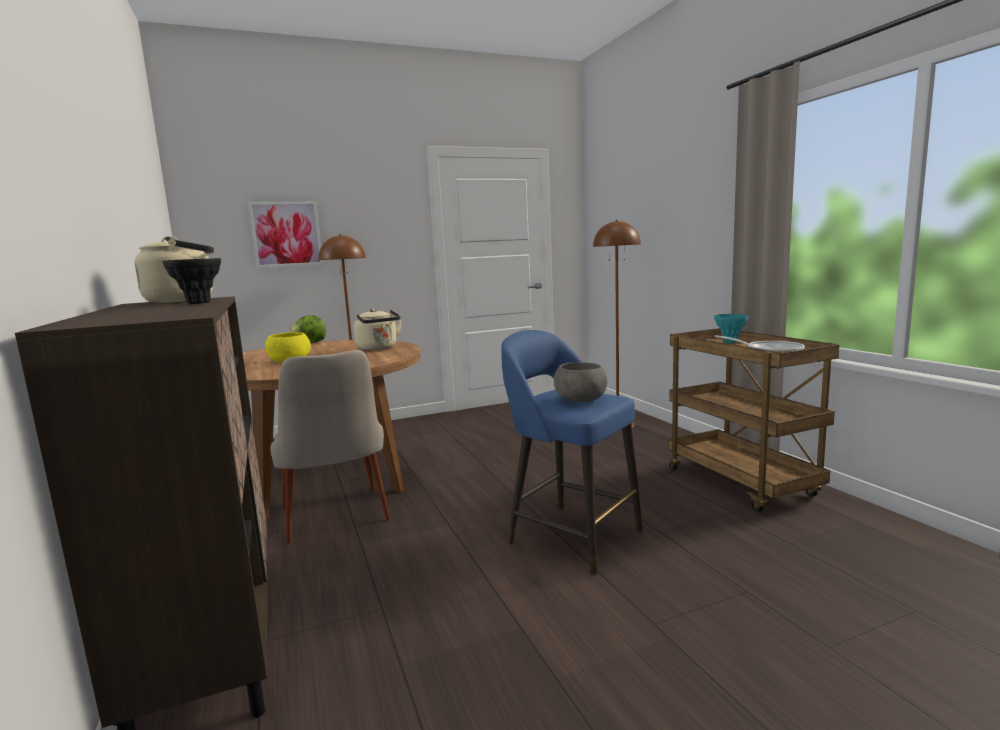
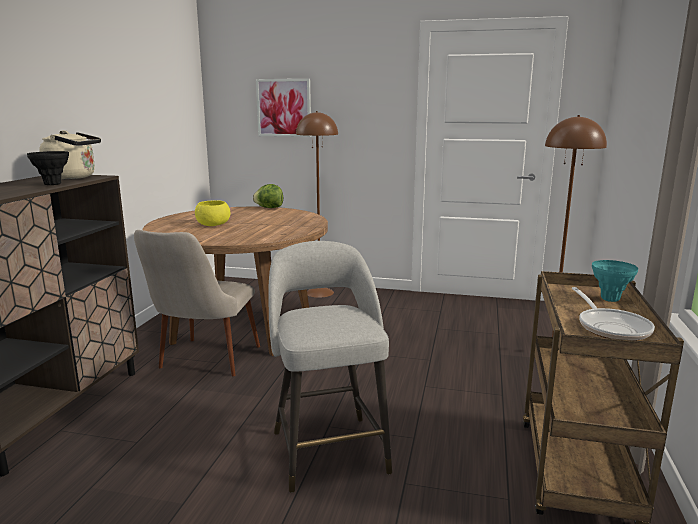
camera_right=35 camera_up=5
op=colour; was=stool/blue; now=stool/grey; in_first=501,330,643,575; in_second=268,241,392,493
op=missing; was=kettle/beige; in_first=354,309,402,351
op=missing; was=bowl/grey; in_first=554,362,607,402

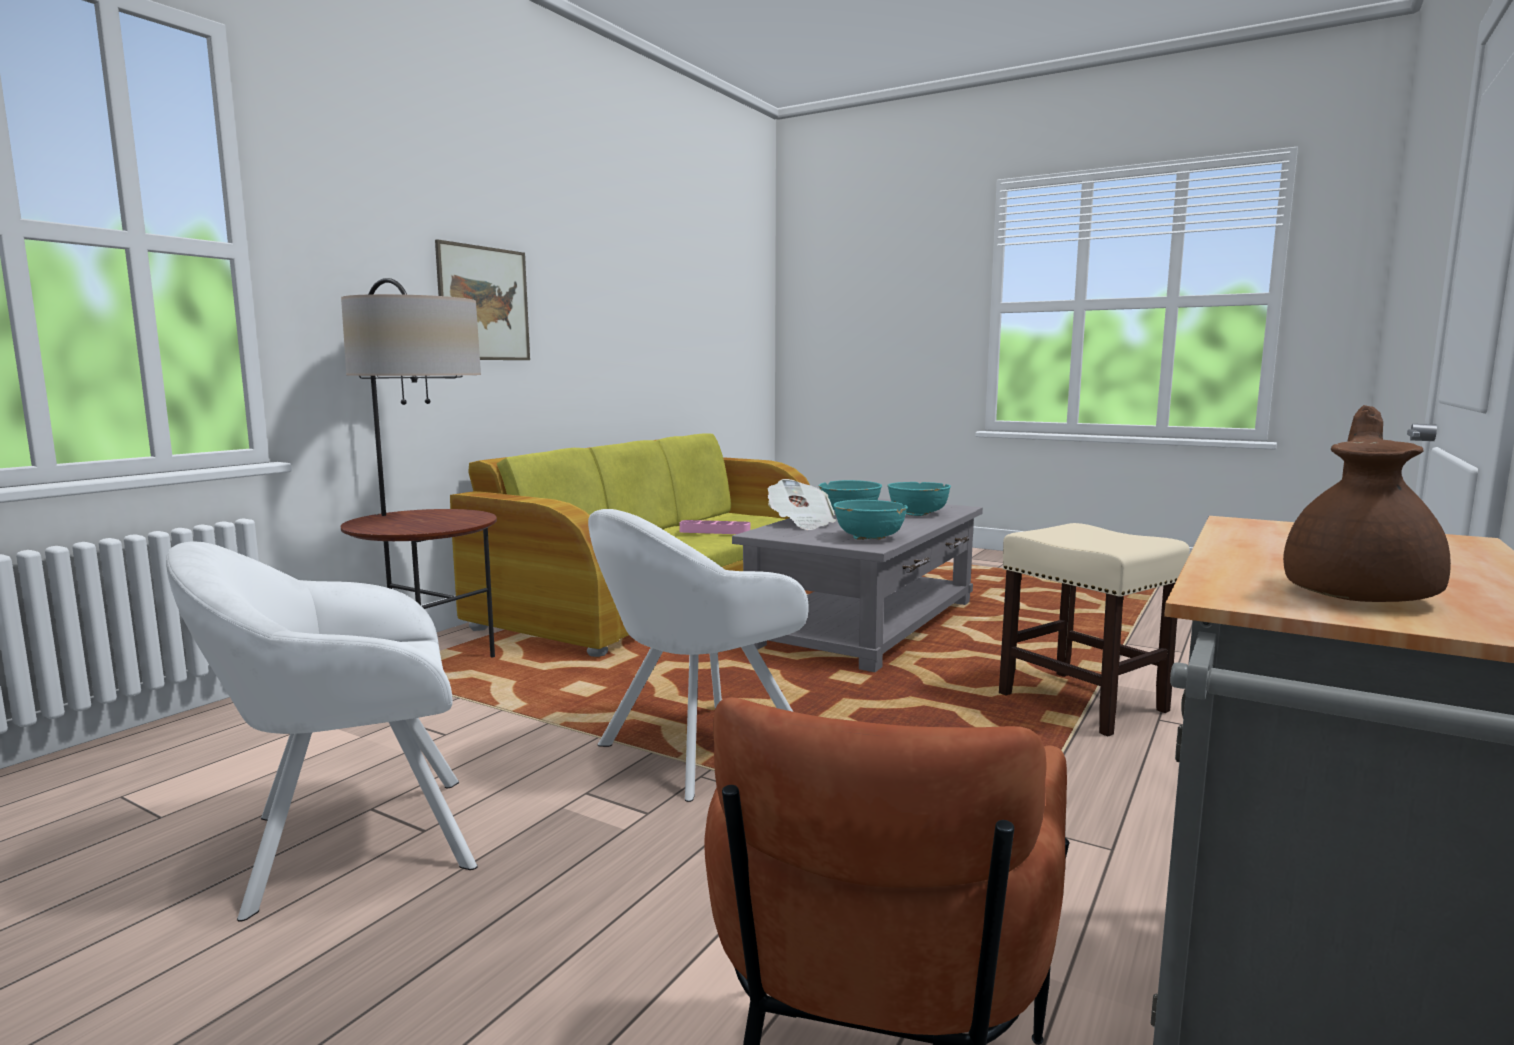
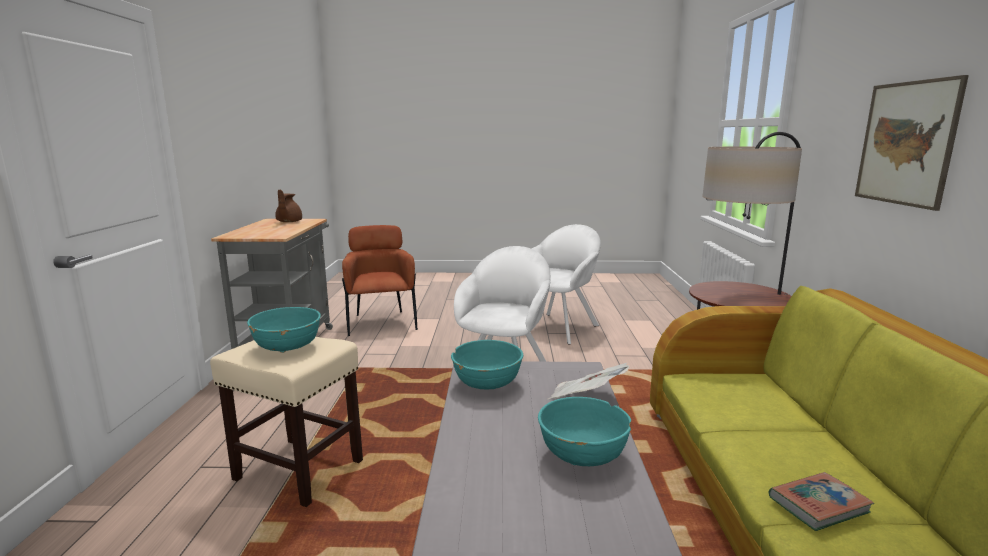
camera_right=150 camera_up=5
op=relocated; was=bowl/turquoise; in_first=887,482,951,516; in_second=247,307,321,353
op=exchanged; was=tray/pink; now=book; in_first=679,520,751,534; in_second=768,472,874,531

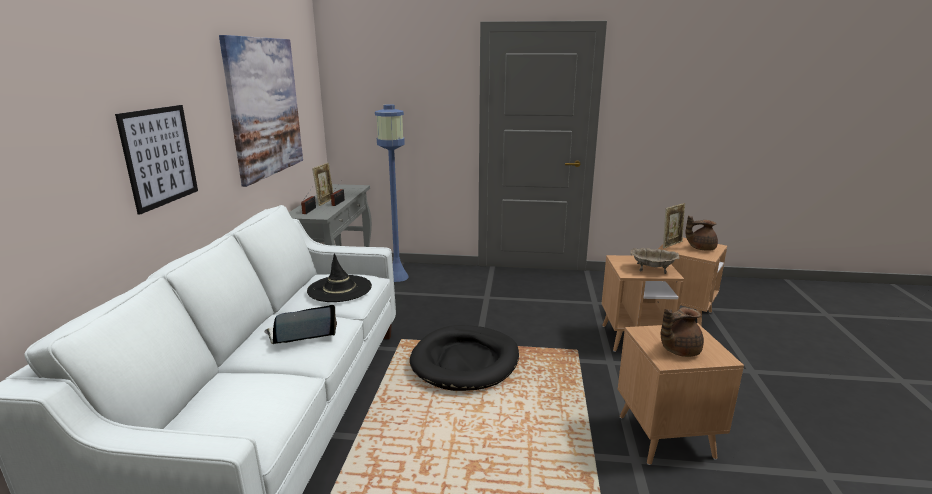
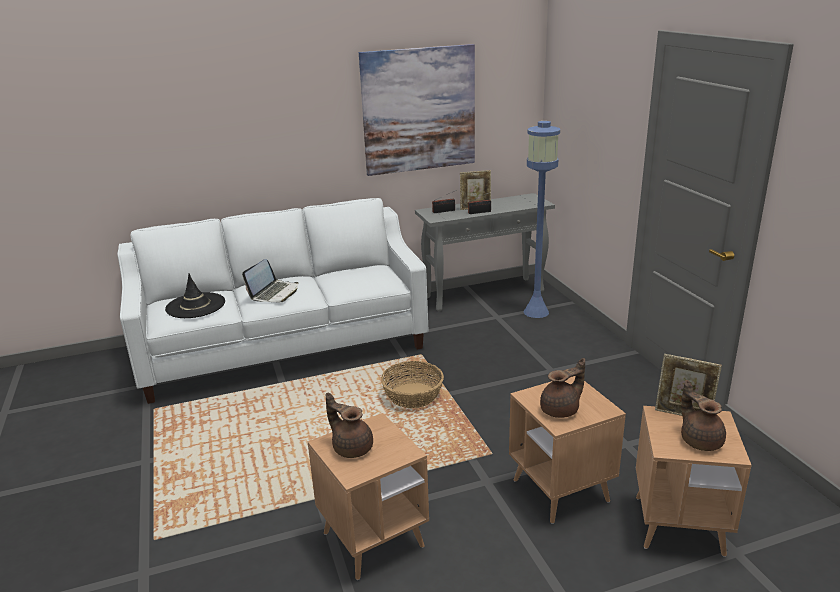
camera_right=65 camera_up=5
op=relocated; was=hat/black; in_first=307,253,372,302; in_second=165,274,225,318
op=spun; was=laptop; in_first=264,305,337,344; in_second=242,259,299,302; clockwise=75
op=exchanged; was=dog bed/black; now=basket; in_first=410,325,519,391; in_second=381,361,444,408
op=exchanged; was=bowl/beige; now=teapot/brown; in_first=630,248,679,274; in_second=540,358,585,418
op=missing; was=picture; in_first=115,105,198,215

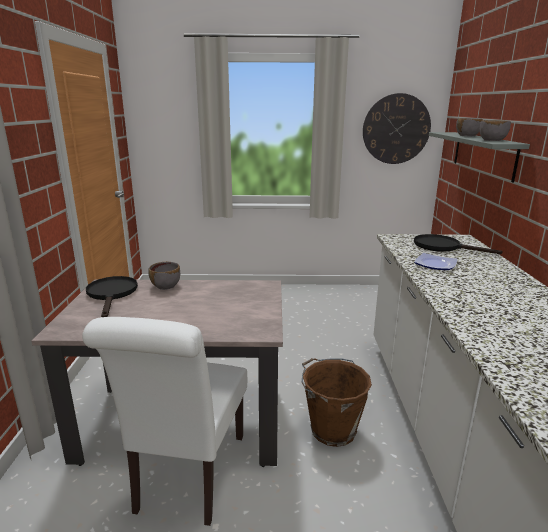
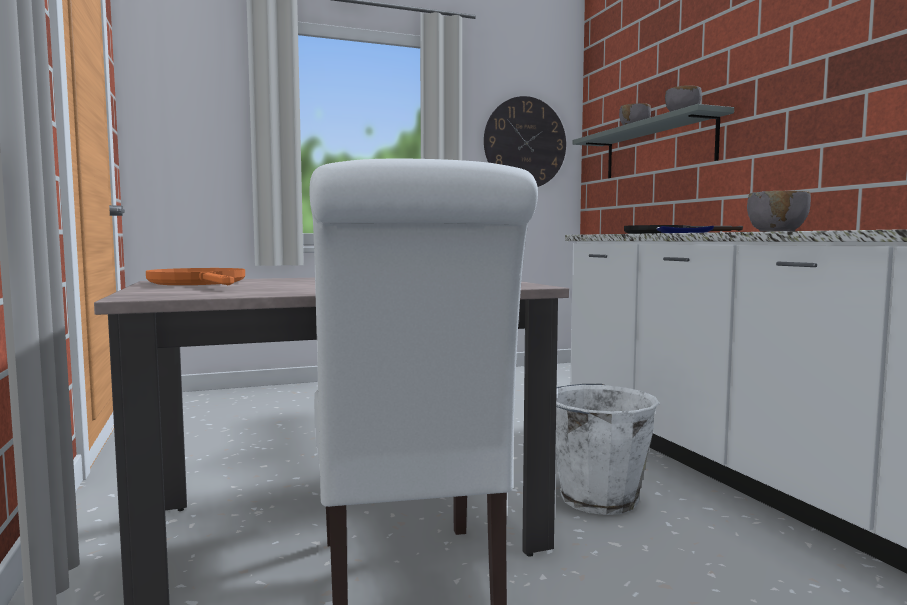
camera_right=-20 camera_up=-15
op=colour; was=frying pan/black; now=frying pan/orange; in_first=86,276,138,317; in_second=146,268,245,285
op=colour; was=bucket/brown; now=bucket/white; in_first=302,358,372,447; in_second=555,384,660,515
op=relocated; was=bowl/grey; in_first=148,262,180,290; in_second=747,191,811,231

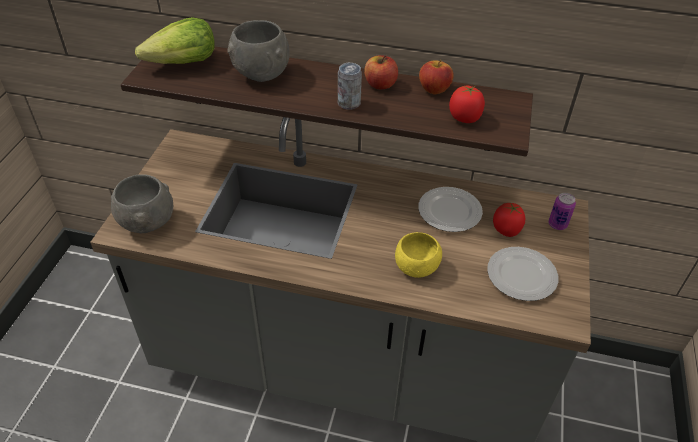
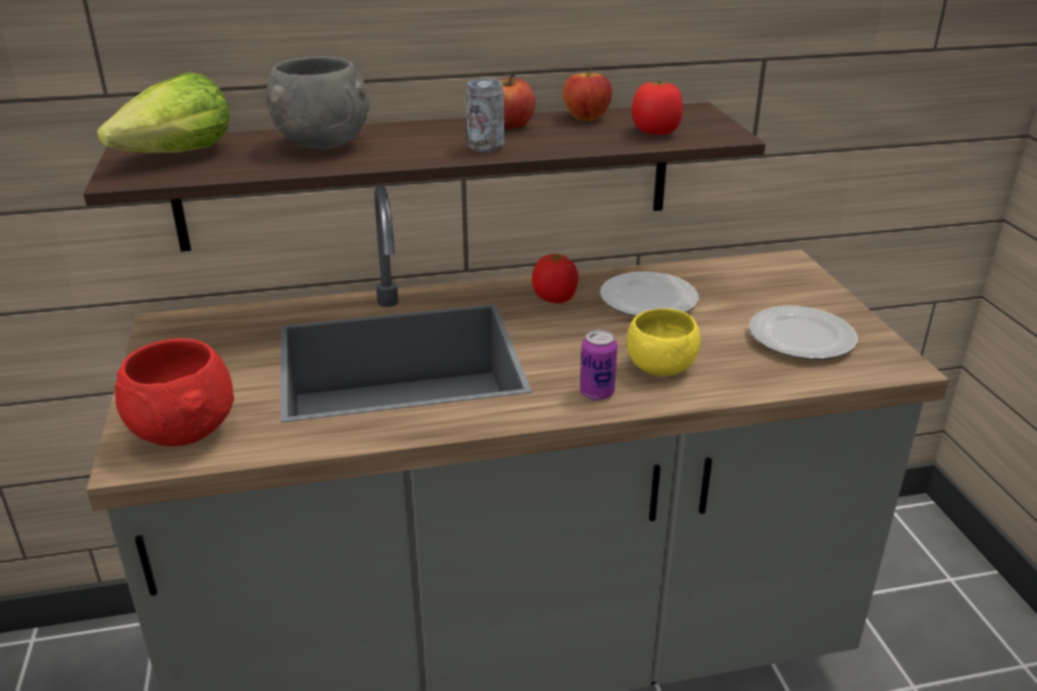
camera_right=-25 camera_up=-15
op=colour; was=bowl/grey; now=bowl/red; in_first=111,174,173,233; in_second=115,338,234,446
op=relocated; was=tomato; in_first=493,203,525,237; in_second=532,254,579,303
op=relocated; was=can; in_first=548,193,576,230; in_second=580,330,617,400

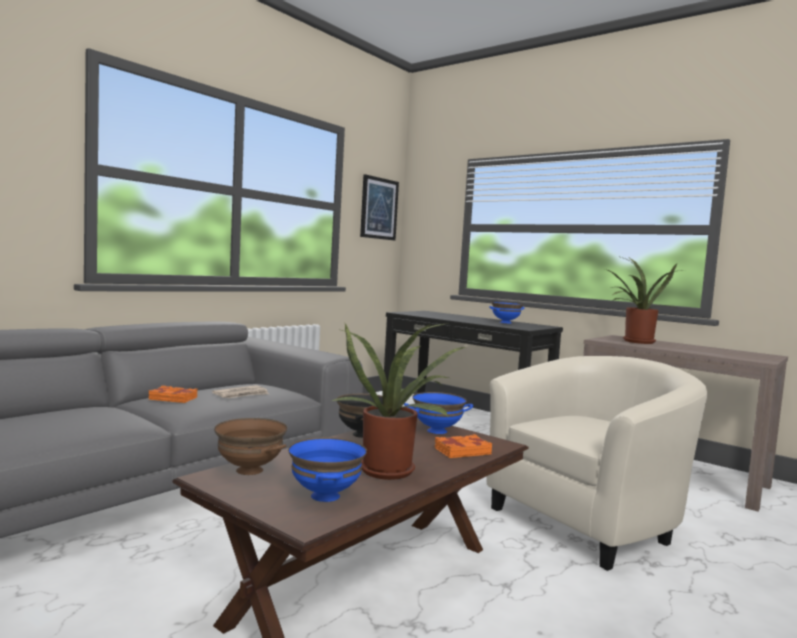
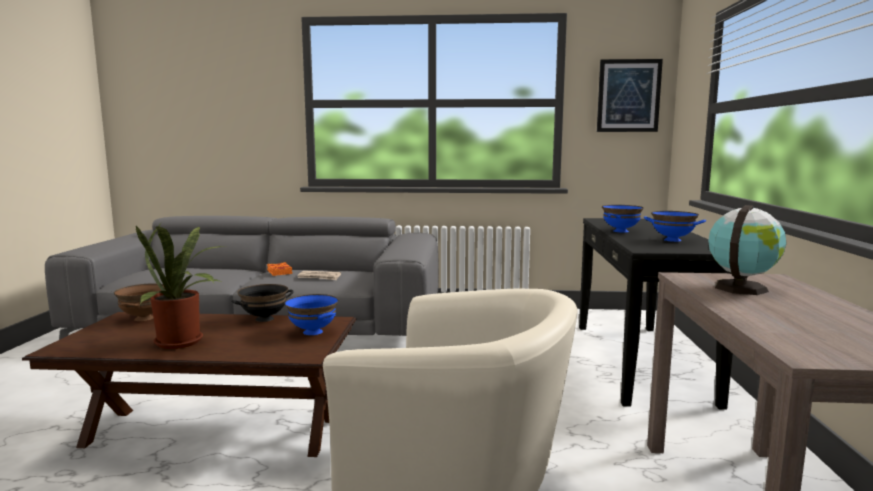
camera_right=55 camera_up=5
op=relocated; was=bowl/blue; in_first=288,437,367,502; in_second=602,205,644,233
op=exchanged; was=potted plant; now=globe; in_first=605,257,683,344; in_second=708,205,787,295
op=missing; was=book/orange; in_first=435,434,492,458

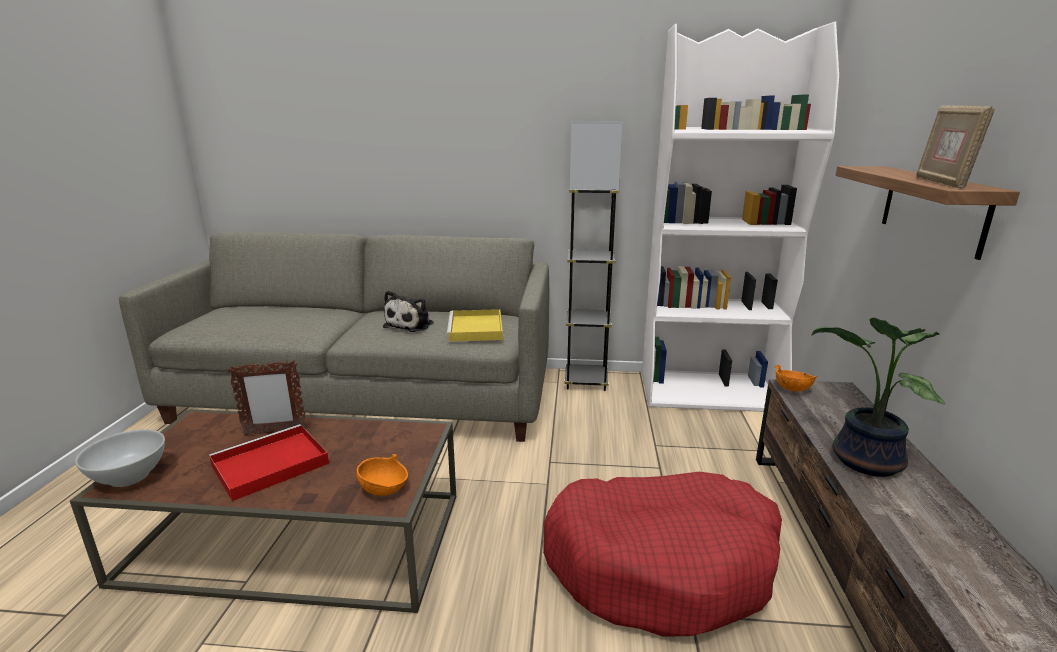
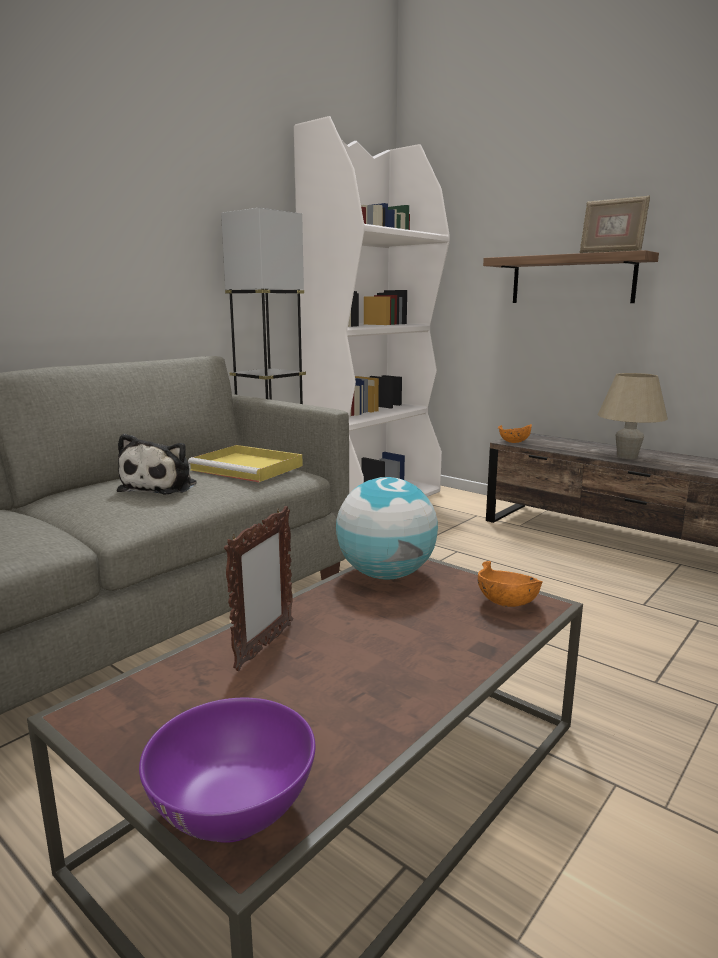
camera_right=-55 camera_up=-5
op=spun; was=plush toy; in_first=383,290,434,332; in_second=117,434,196,495; clockwise=45
op=colour; was=bowl/white; now=bowl/purple; in_first=75,429,165,487; in_second=139,698,315,843
op=appeared; now=globe; in_second=336,477,438,580
op=exchanged; was=potted plant; now=table lamp/beige; in_first=811,318,945,477; in_second=598,373,668,459
op=missing; was=tray/red; in_first=209,424,329,501
op=missing; was=dog bed/red; in_first=543,472,782,637

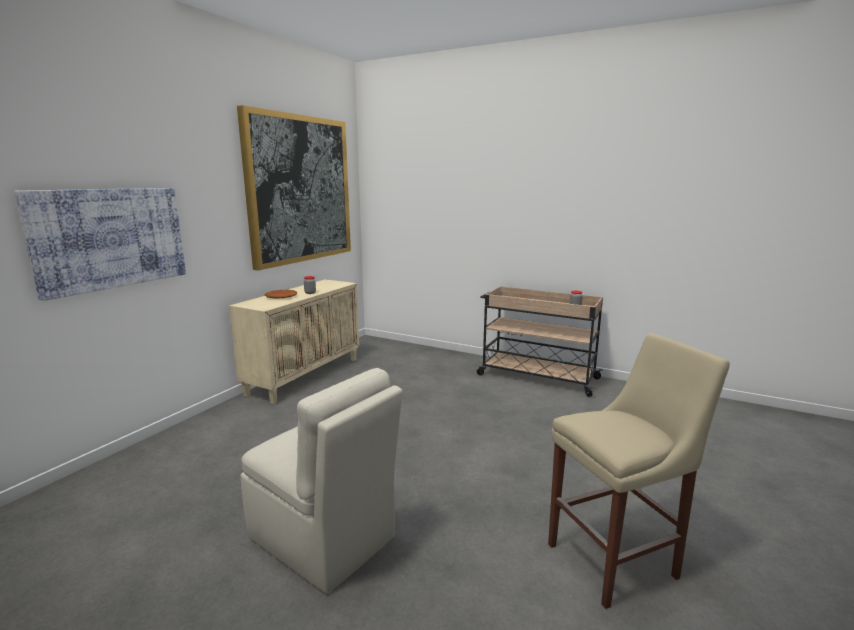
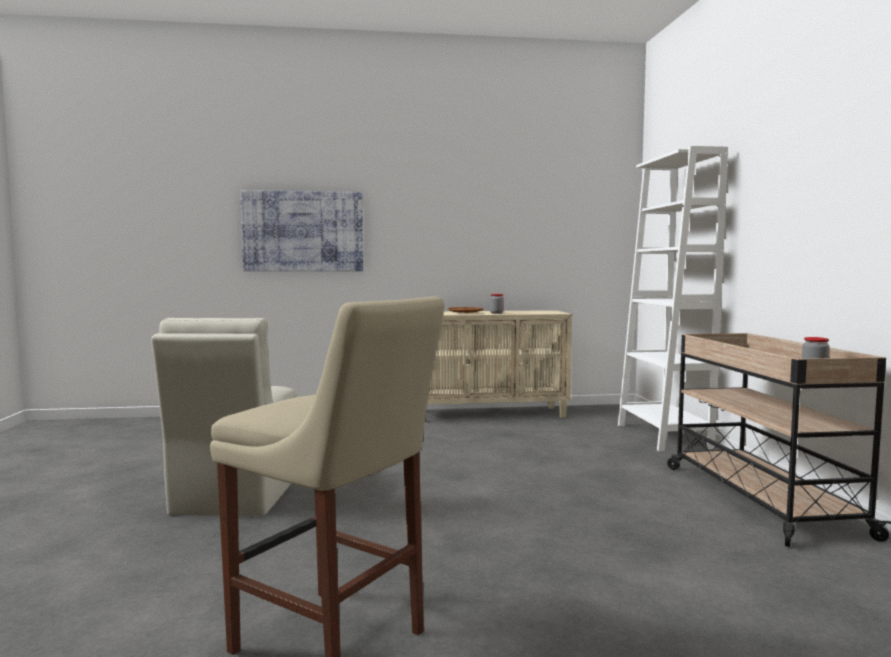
camera_right=55 camera_up=-10
op=appeared; now=bookcase/white; in_second=618,146,728,451
op=missing; was=picture; in_first=237,105,351,271

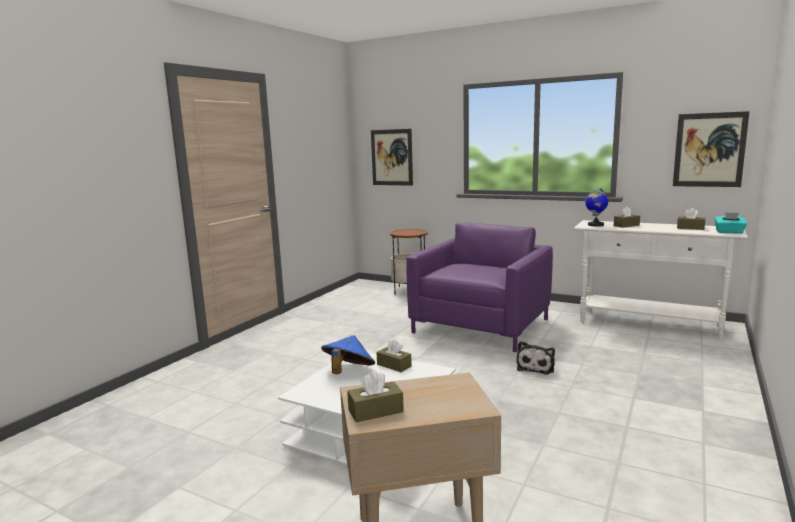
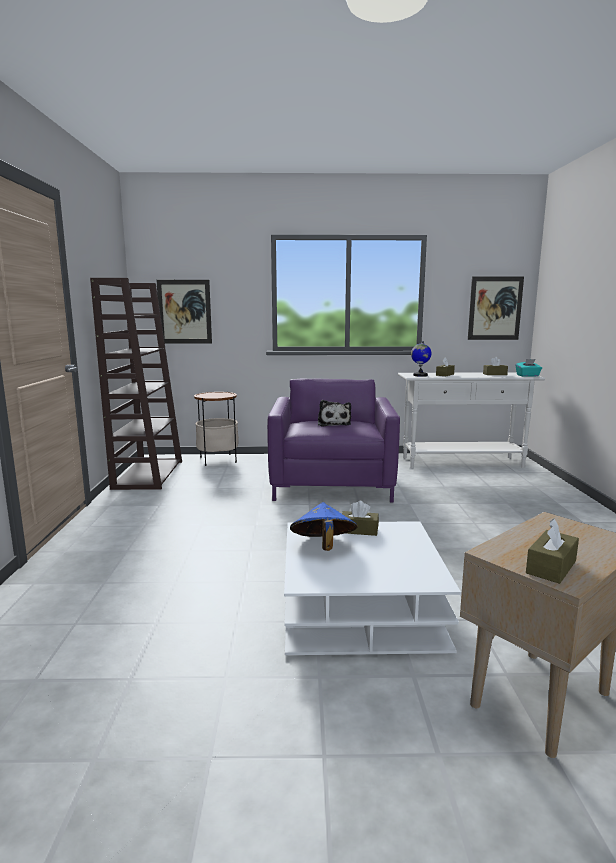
camera_right=-30 camera_up=0
op=appeared; now=bookcase/brown; in_second=90,278,182,490
op=relocated; was=plush toy; in_first=516,341,555,375; in_second=318,400,351,427

